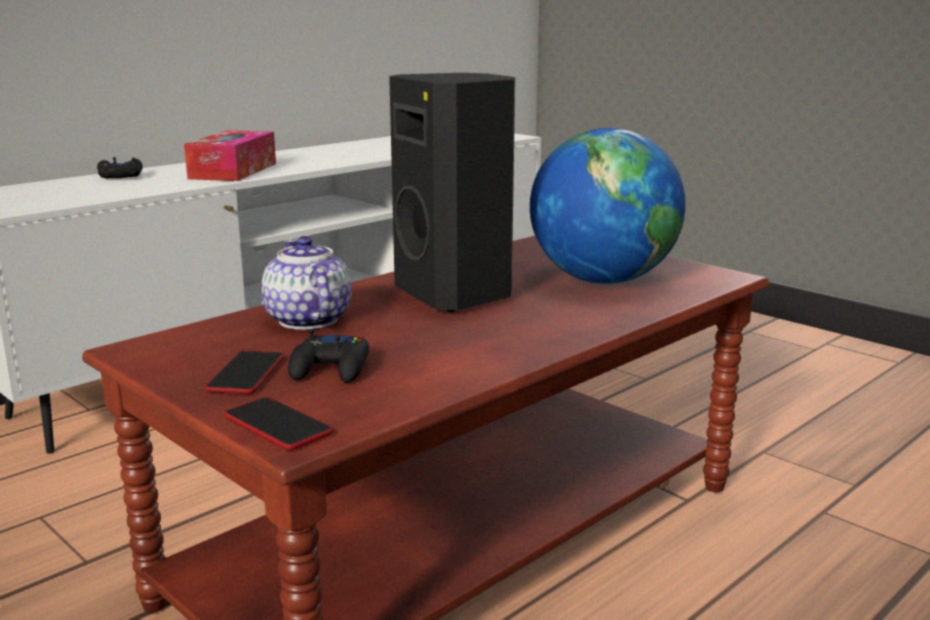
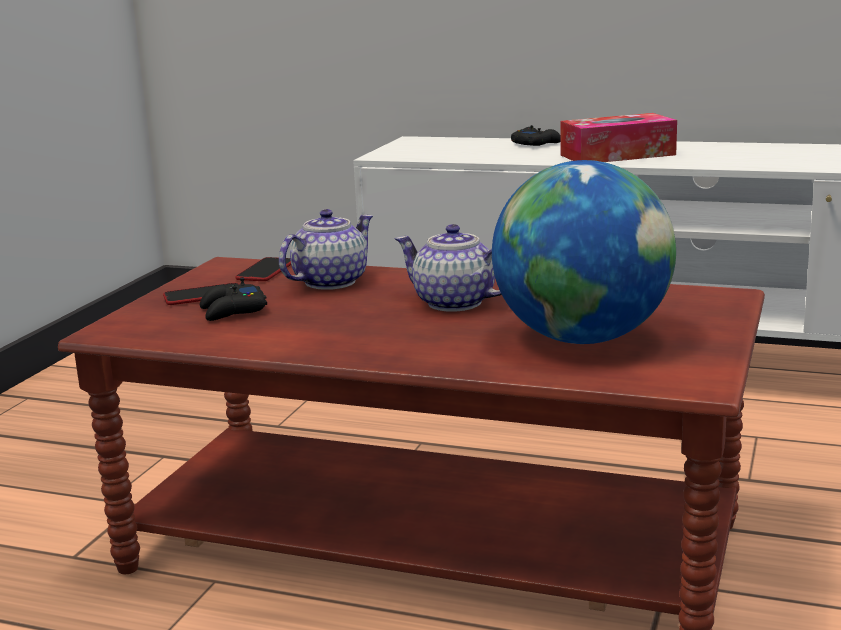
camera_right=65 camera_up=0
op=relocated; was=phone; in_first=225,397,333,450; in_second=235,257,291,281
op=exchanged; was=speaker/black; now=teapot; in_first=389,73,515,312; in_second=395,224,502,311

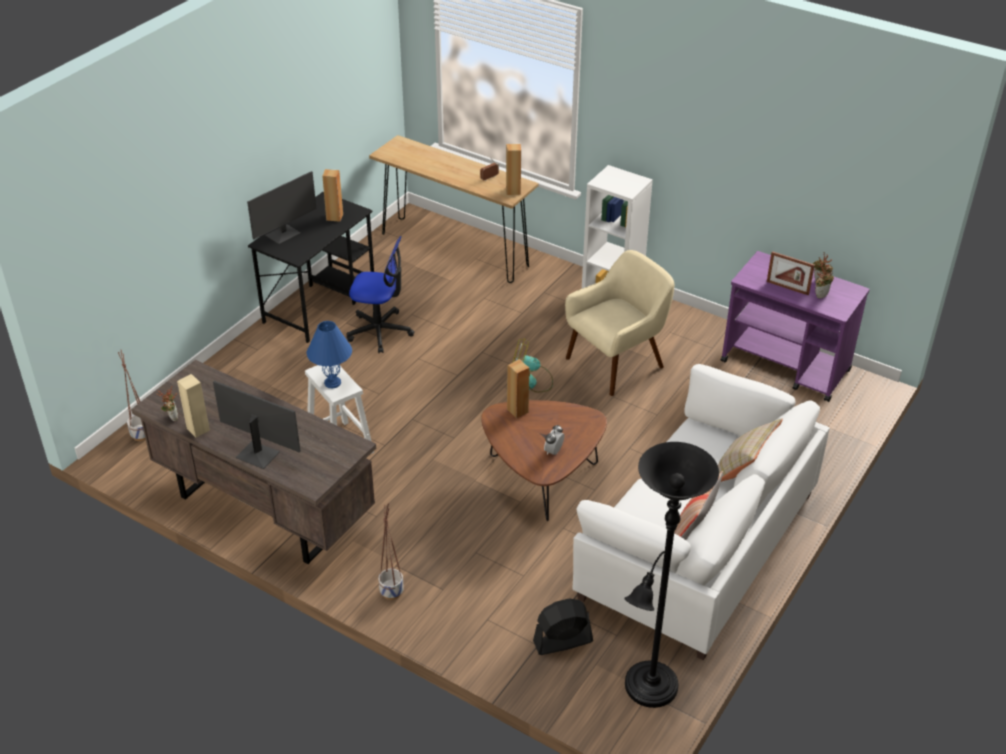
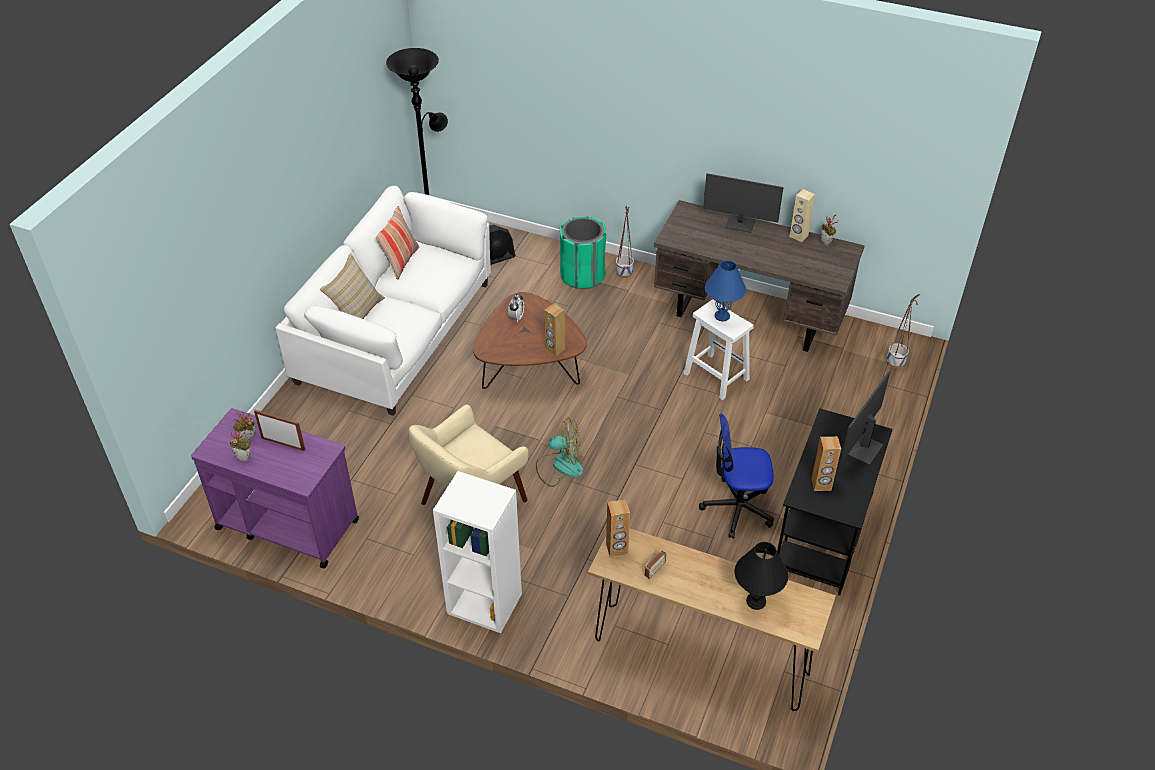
camera_right=170 camera_up=5
op=appeared; now=trash can/green; in_second=560,216,606,289
op=appeared; now=table lamp/black; in_second=735,542,788,610

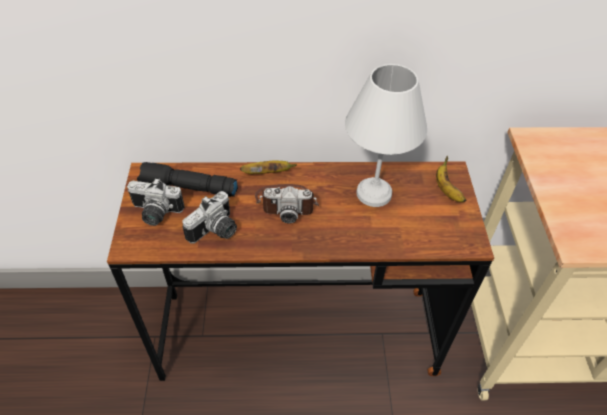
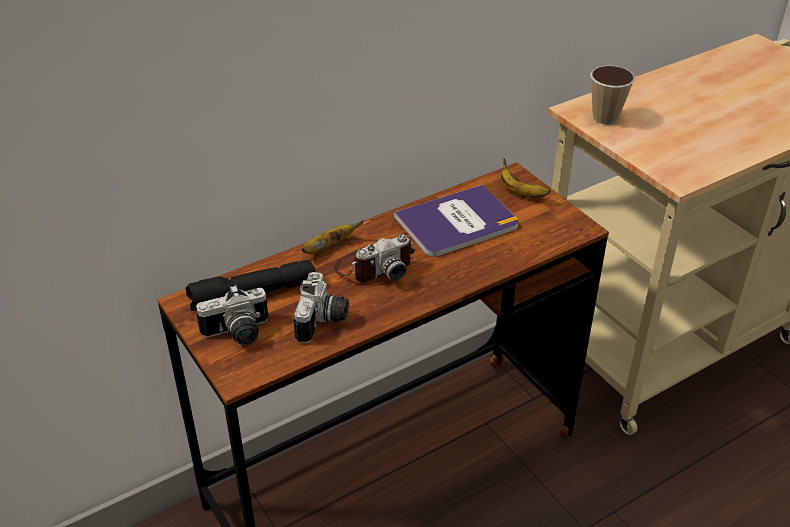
camera_right=-30 camera_up=-10
op=exchanged; was=table lamp/white; now=book; in_first=345,64,427,207; in_second=394,185,518,257
op=appeared; now=cup; in_second=590,66,635,124

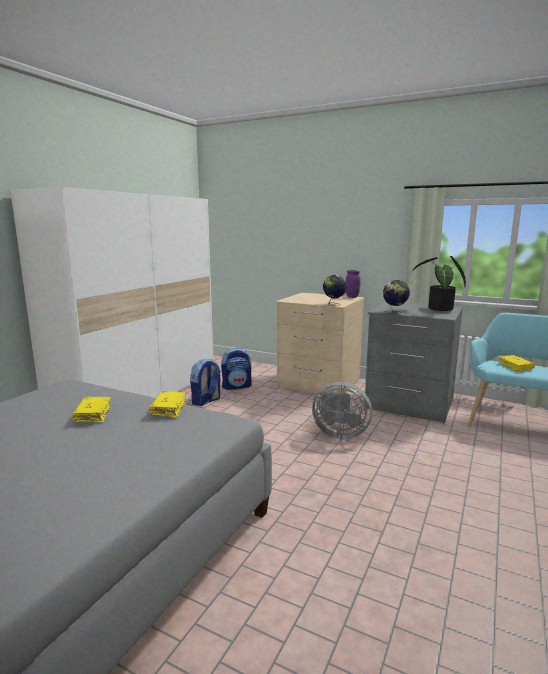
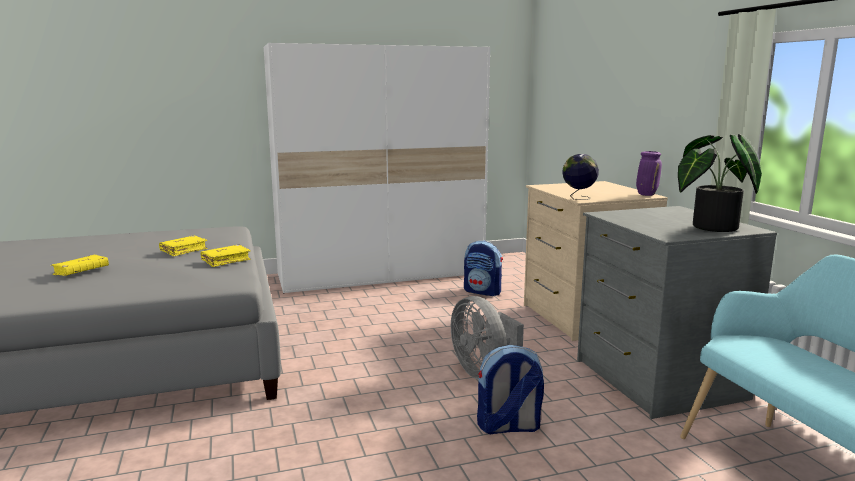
camera_right=45 camera_up=0
op=relocated; was=book/yellow; in_first=498,355,535,372; in_second=50,255,109,276
op=relocated; was=backpack; in_first=190,359,221,406; in_second=477,345,544,434
op=missing; was=globe; in_first=383,280,410,314

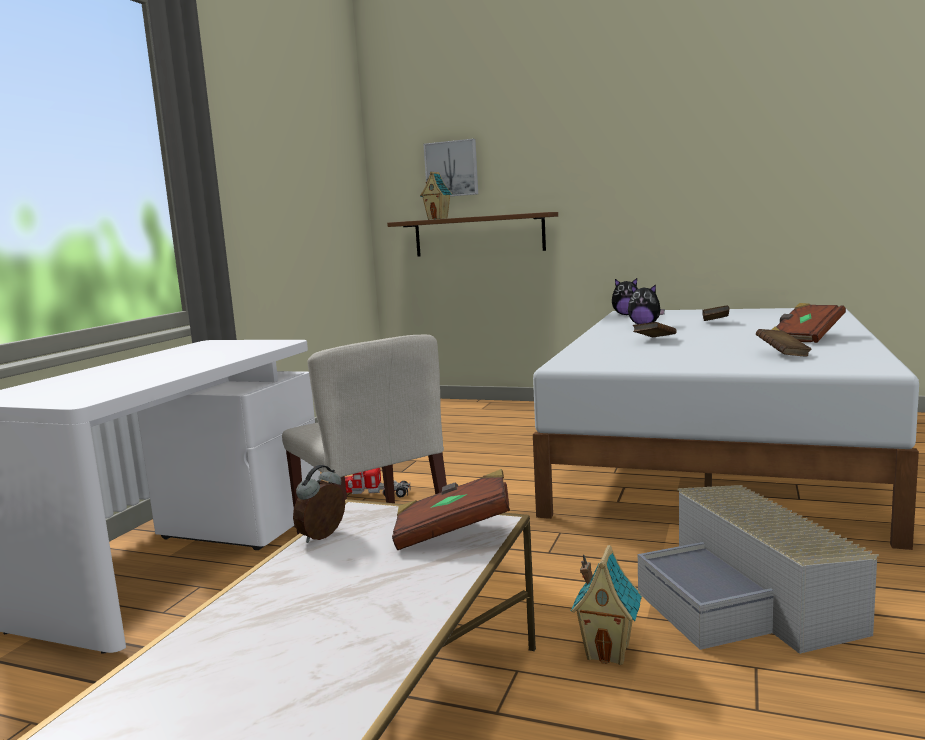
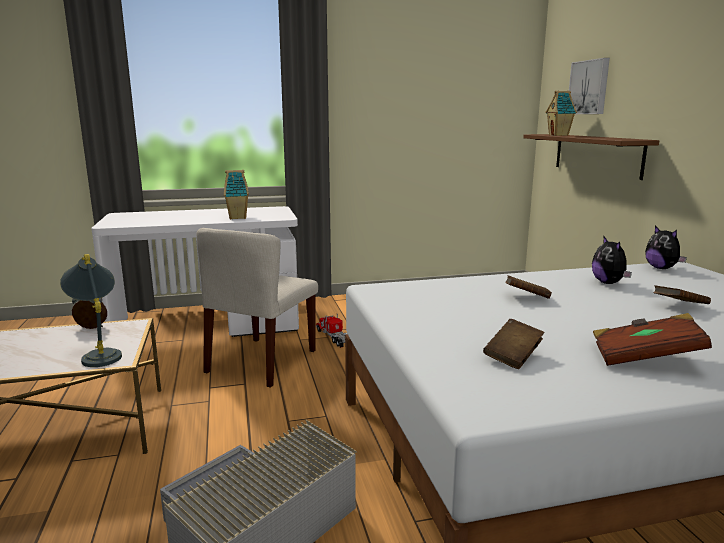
camera_right=55 camera_up=5
op=exchanged; was=book/brown; now=table lamp/grey; in_first=392,469,510,550; in_second=60,254,122,367
op=relocated; was=toy house; in_first=571,545,642,665; in_second=224,170,249,219

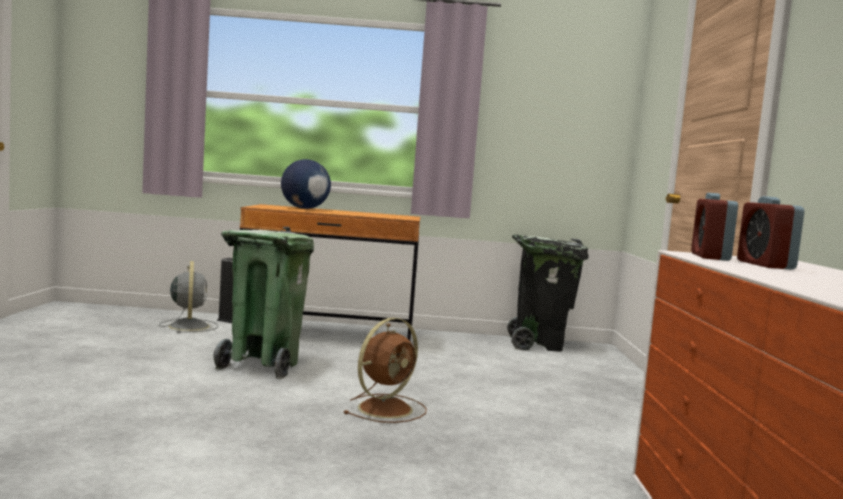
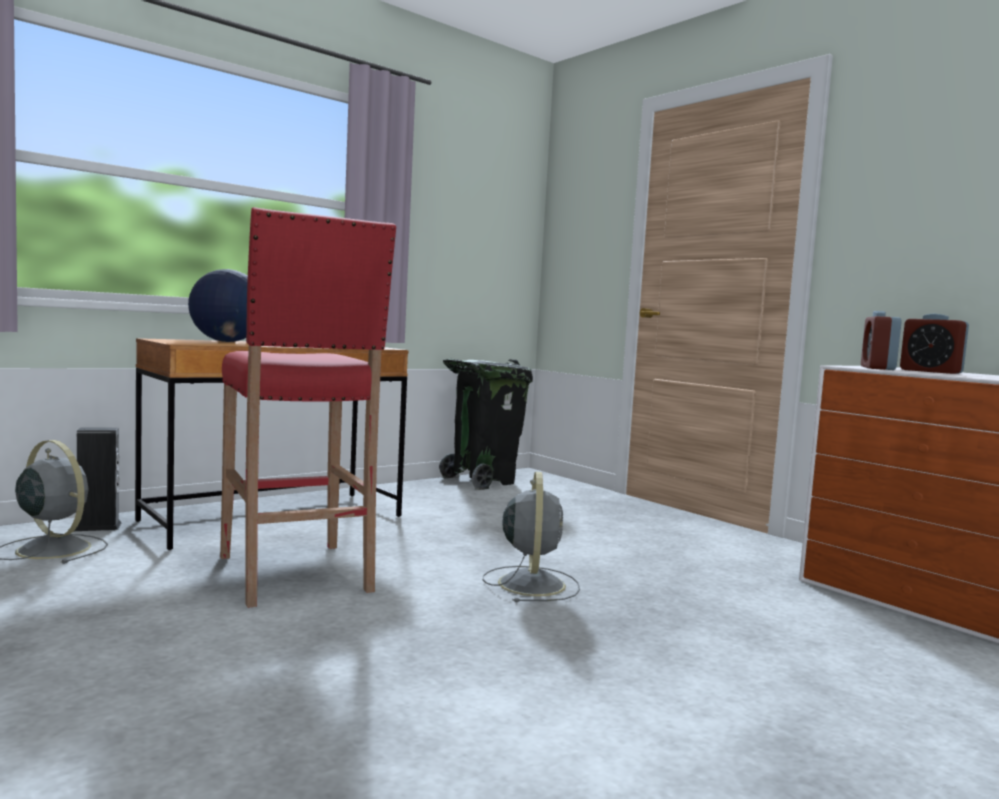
camera_right=-40 camera_up=0
op=exchanged; was=trash can/green; now=stool/red; in_first=214,227,314,379; in_second=220,207,396,608
op=colour; was=fan/brown; now=fan/grey; in_first=343,317,427,423; in_second=483,472,580,602
op=spun; was=alarm clock; in_first=691,193,738,261; in_second=861,311,902,370; clockwise=45

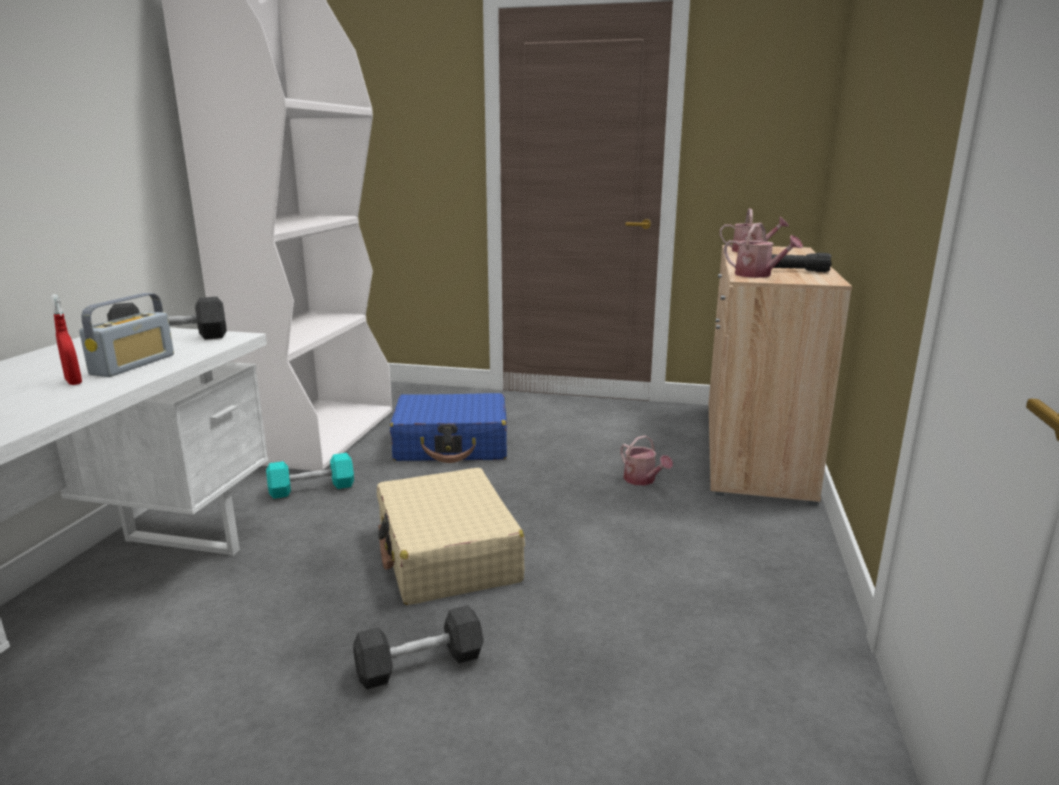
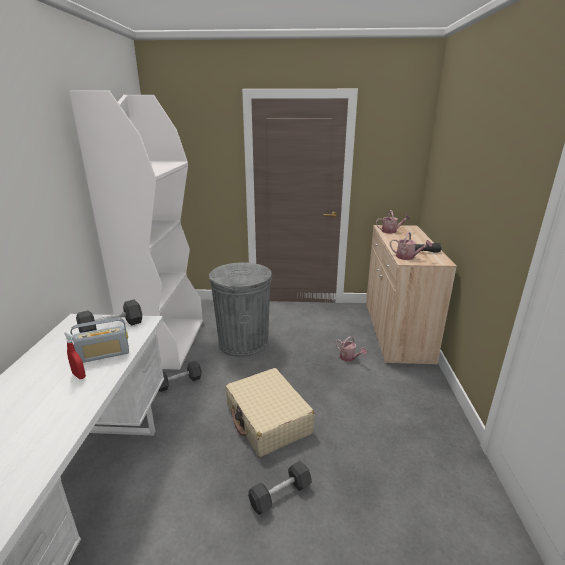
camera_right=-10 camera_up=5
op=spun; was=radio; in_first=79,293,174,377; in_second=70,318,129,363; clockwise=60
op=colour; was=dumbbell/turquoise; now=dumbbell/black; in_first=266,453,354,499; in_second=158,361,202,392
op=exchanged; was=suitcase/blue; now=trash can/grey; in_first=390,393,507,463; in_second=209,263,272,357

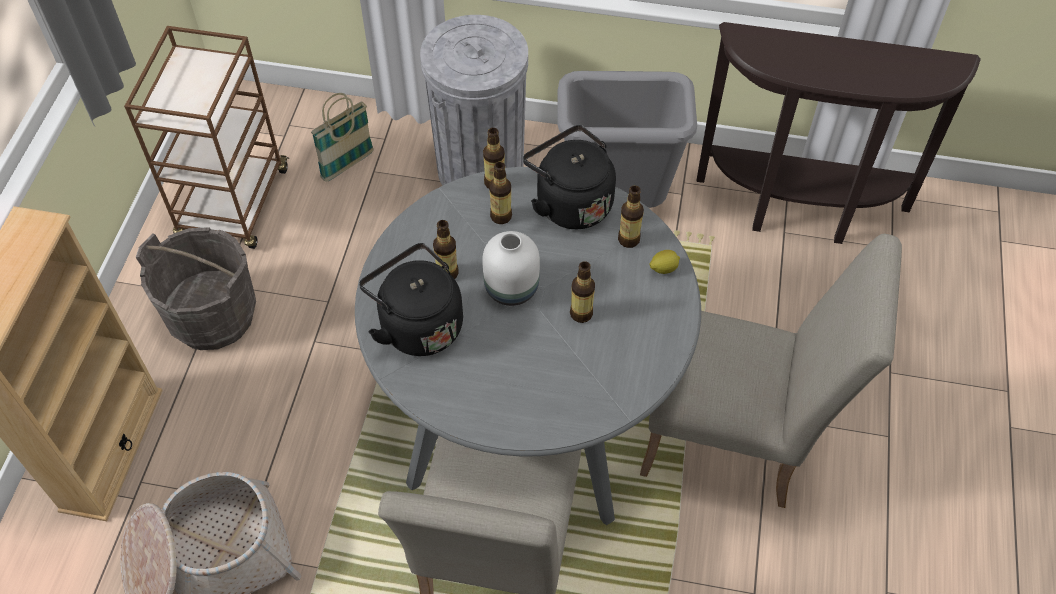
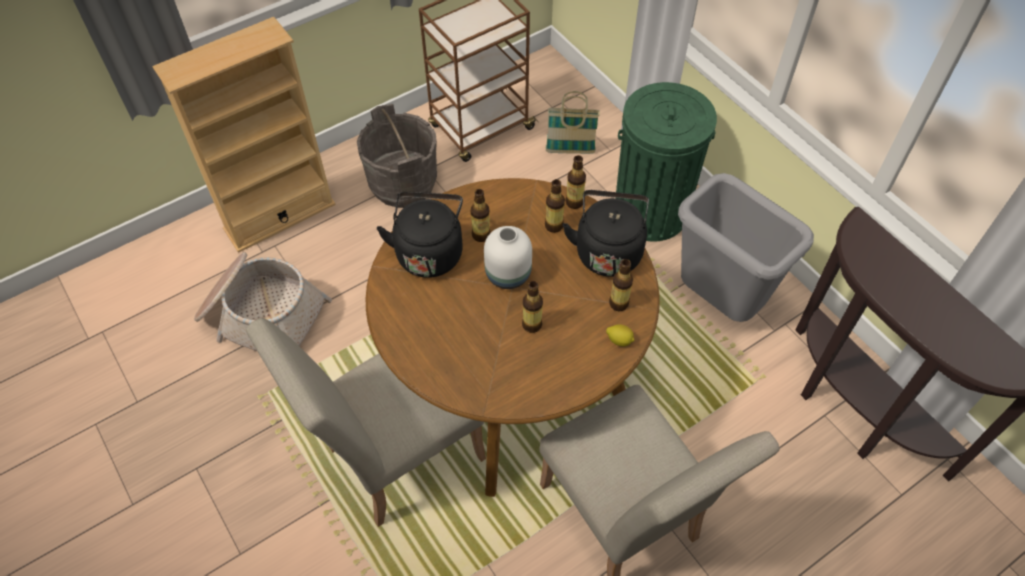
camera_right=45 camera_up=0
op=colour; was=dining table/grey; now=dining table/brown; in_first=355,167,701,525; in_second=366,178,660,497
op=colour; was=trash can/grey; now=trash can/green; in_first=420,15,528,186; in_second=616,82,717,242

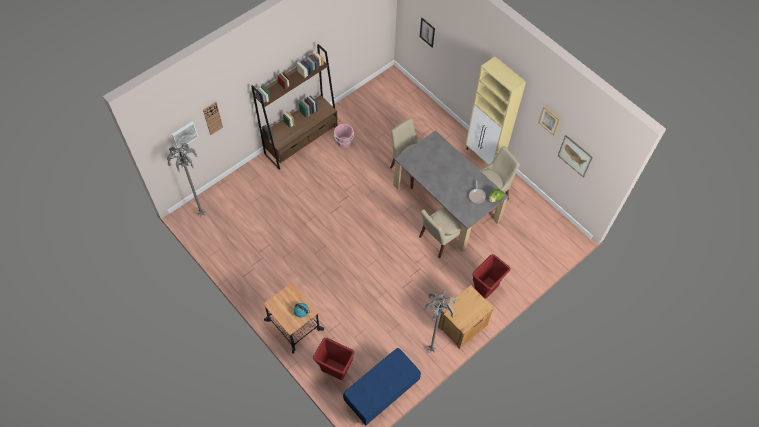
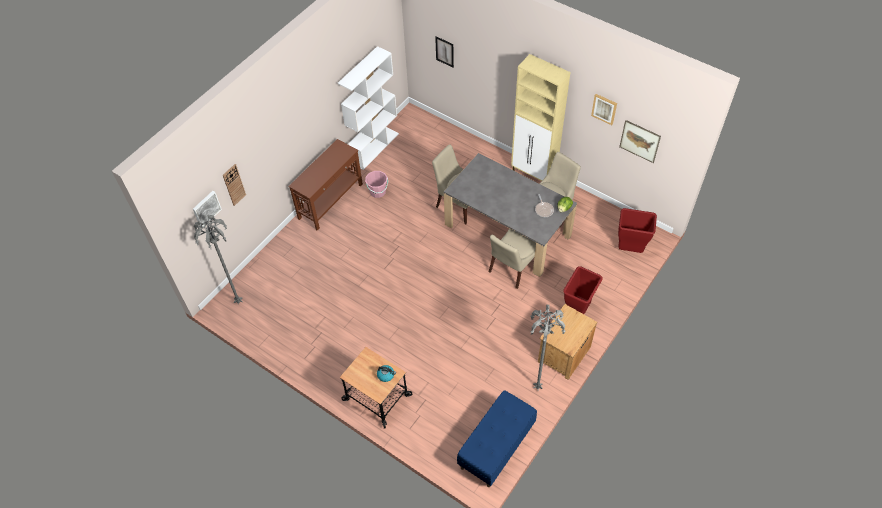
camera_right=-10 camera_up=-5
op=exchanged; was=bookcase/brown; now=console table/brown; in_first=251,44,338,170; in_second=288,139,363,231
op=appeared; now=bookcase/white; in_second=338,46,399,170
op=relocated; was=trash can/red; in_first=313,338,354,380; in_second=618,208,657,253

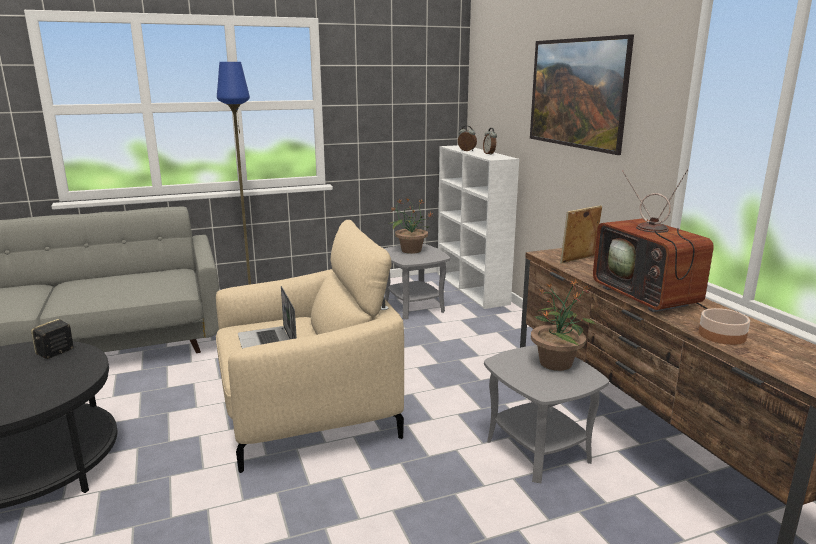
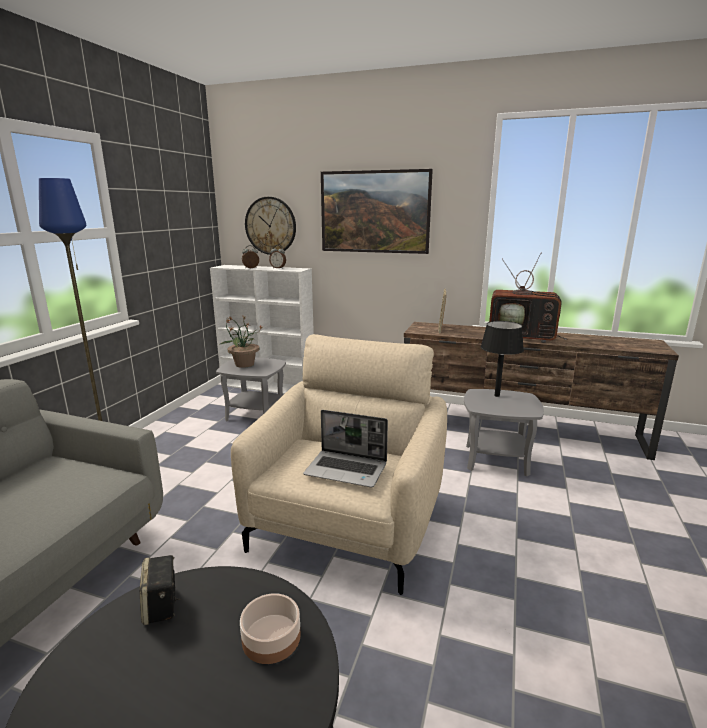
camera_right=-50 camera_up=0
op=relocated; was=bowl; in_first=699,308,750,345; in_second=240,593,301,664
op=appeared; now=wall clock; in_second=245,197,296,255
op=exchanged; was=potted plant; now=table lamp/black; in_first=531,280,596,371; in_second=481,321,524,397

